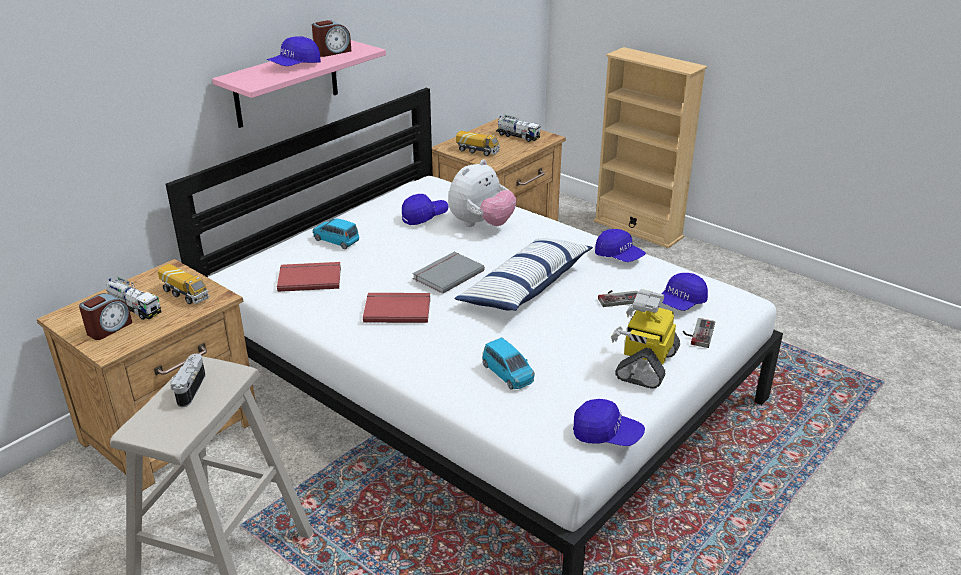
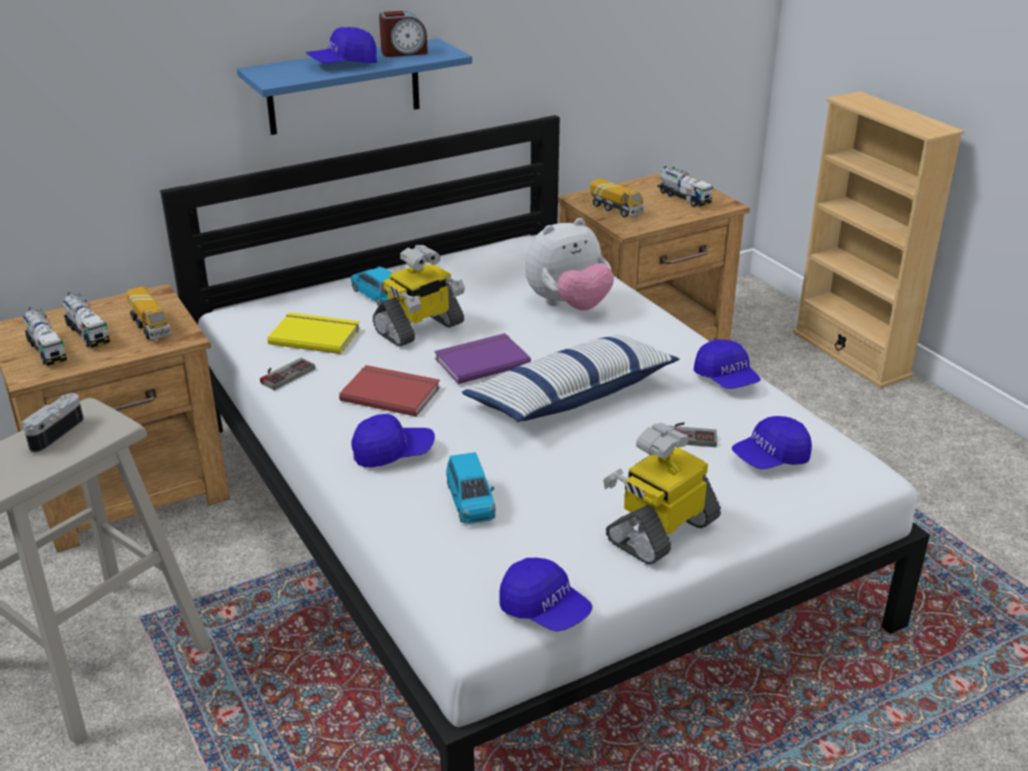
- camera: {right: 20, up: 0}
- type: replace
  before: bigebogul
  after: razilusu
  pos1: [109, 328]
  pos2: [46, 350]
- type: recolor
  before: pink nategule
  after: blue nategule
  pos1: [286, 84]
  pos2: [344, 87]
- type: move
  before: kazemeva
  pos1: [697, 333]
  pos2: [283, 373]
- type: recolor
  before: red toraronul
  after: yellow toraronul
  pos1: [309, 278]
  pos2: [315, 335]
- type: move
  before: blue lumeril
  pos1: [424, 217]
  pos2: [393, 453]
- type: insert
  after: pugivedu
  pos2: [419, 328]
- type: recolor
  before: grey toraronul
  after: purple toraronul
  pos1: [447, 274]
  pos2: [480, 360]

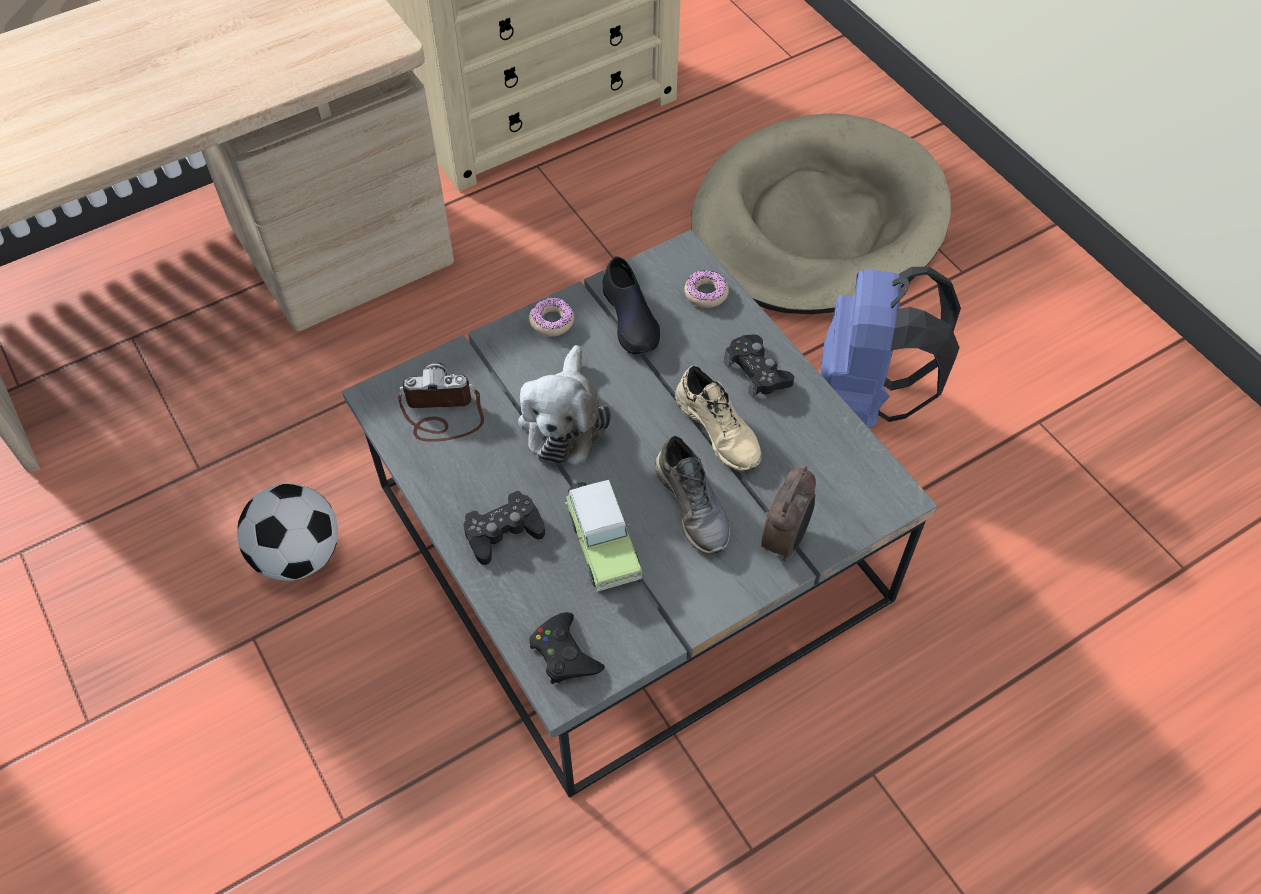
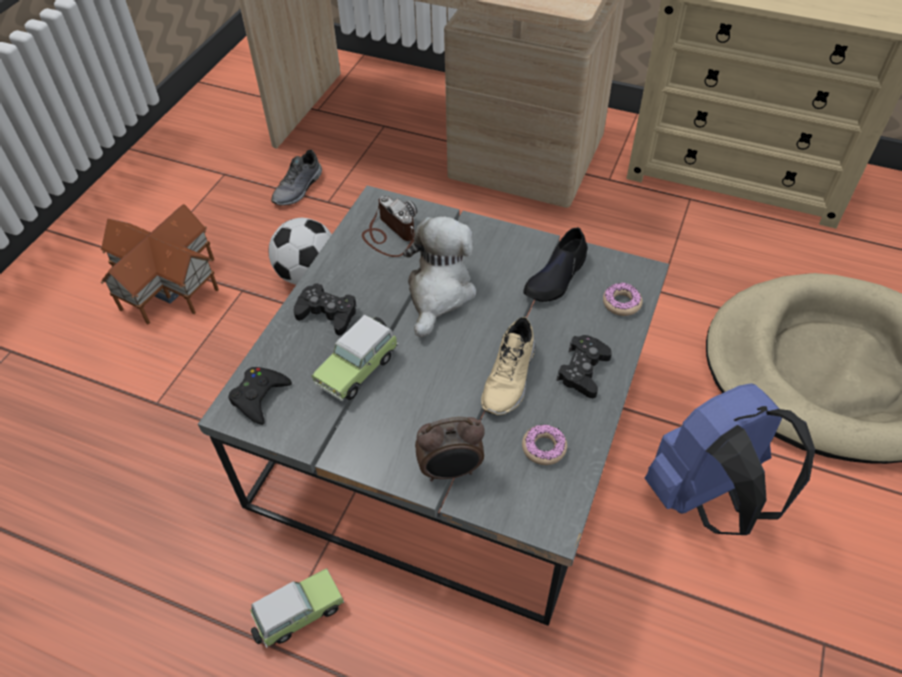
- camera: {right: 55, up: -5}
- type: insert
  after: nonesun
  pos2: [168, 283]
- type: insert
  after: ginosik
  pos2: [297, 614]
- type: move
  before: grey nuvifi
  pos1: [694, 505]
  pos2: [299, 189]
- type: rotate
  before: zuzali
  pos1: [564, 421]
  pos2: [439, 293]
  turn: 135
- type: move
  before: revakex
  pos1: [552, 321]
  pos2: [544, 448]

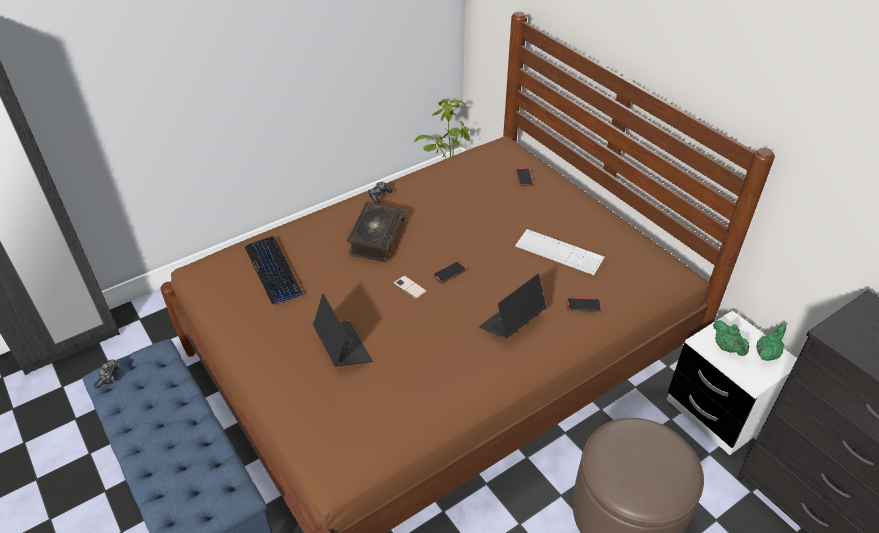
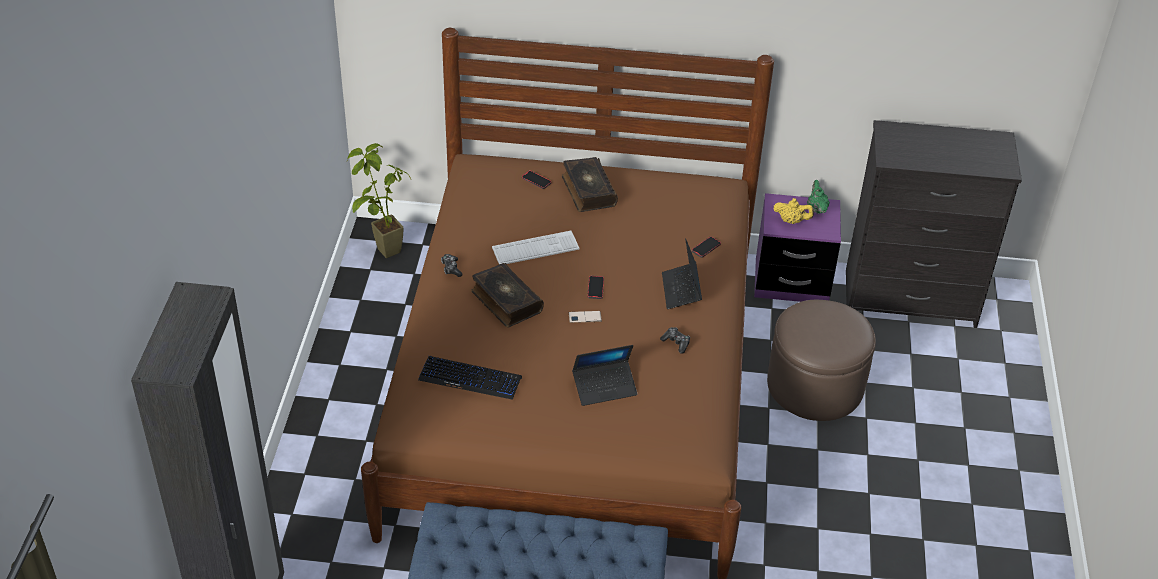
- camera: {right: -50, up: 0}
- type: move
  before: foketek
  pos1: [559, 252]
  pos2: [535, 249]
- type: insert
  after: toraronul
  pos2: [588, 191]
- type: rotate
  before: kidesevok
  pos1: [342, 347]
  pos2: [604, 387]
  turn: 150
- type: move
  before: kazemeva
  pos1: [109, 376]
  pos2: [676, 343]
- type: recolor
  before: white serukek
  after: purple serukek
  pos1: [717, 412]
  pos2: [791, 281]
- type: recolor
  before: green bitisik
  after: yellow bitisik
  pos1: [727, 348]
  pos2: [791, 221]

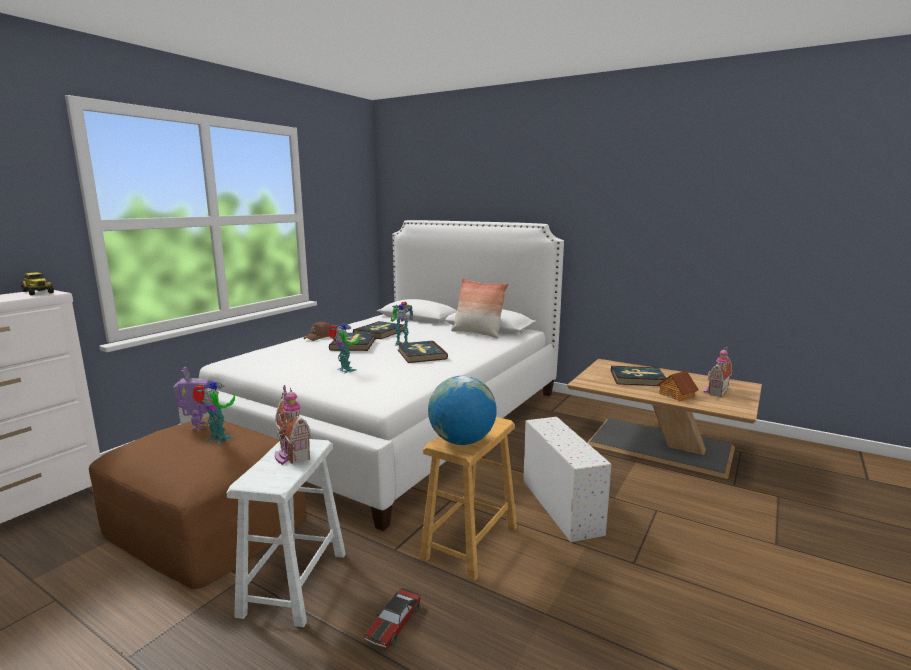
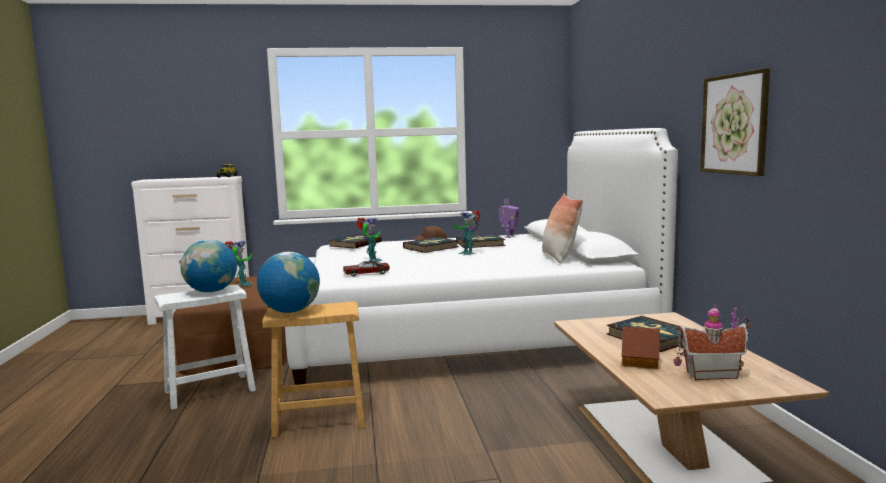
- camera: {right: 50, up: -5}
- type: replace
  before: nonesun
  after: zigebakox
  pos1: [291, 455]
  pos2: [211, 291]
- type: move
  before: toraronul
  pos1: [421, 354]
  pos2: [355, 244]
- type: move
  before: ginosik
  pos1: [394, 624]
  pos2: [366, 273]
- type: move
  before: pugivedu
  pos1: [196, 426]
  pos2: [509, 237]
- type: insert
  after: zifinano
  pos2: [734, 124]
- type: delete
  before: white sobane
  pos1: [560, 505]

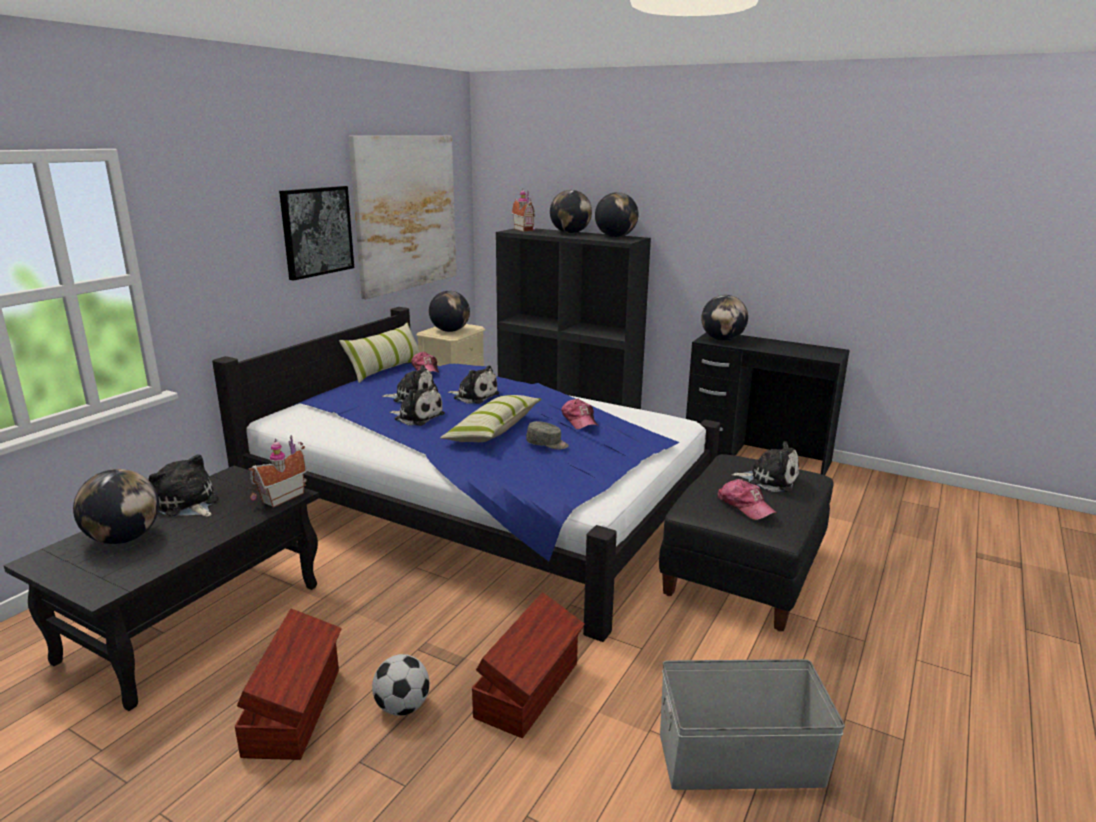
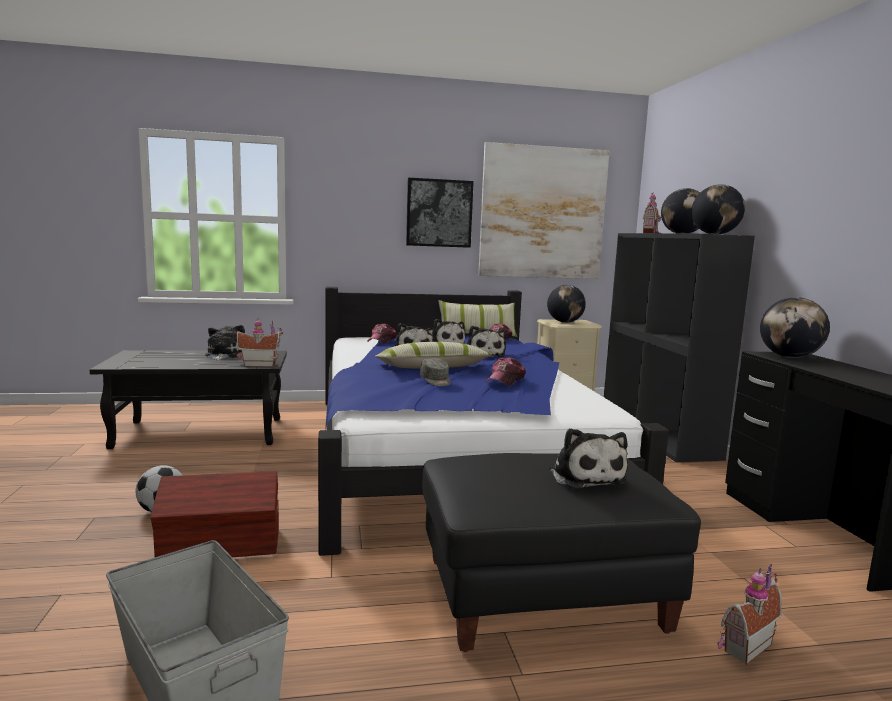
- camera: {right: 50, up: -10}
- type: move
  before: lumeril
  pos1: [745, 506]
  pos2: [382, 340]
- type: insert
  after: nonesun
  pos2: [742, 646]
- type: delete
  before: zigebakox
  pos1: [124, 538]
- type: delete
  before: brown sobane
  pos1: [296, 710]

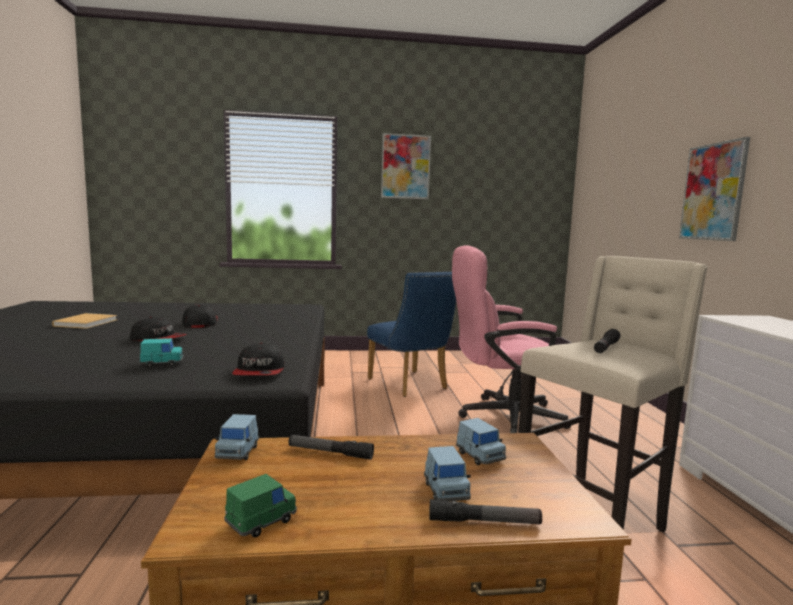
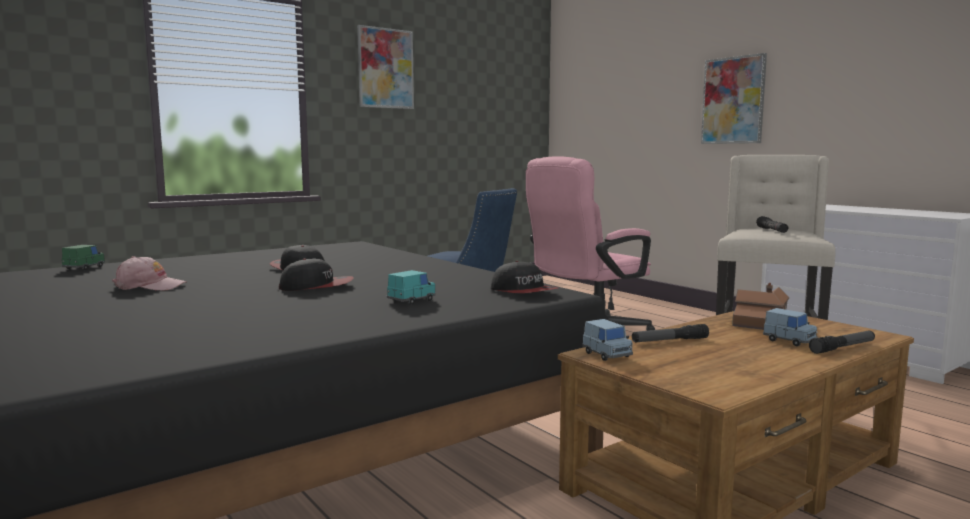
- camera: {right: -30, up: 0}
- type: move
  before: green ginosik
  pos1: [261, 521]
  pos2: [84, 268]
- type: replace
  before: beige toraronul
  after: pink lumeril
  pos1: [87, 322]
  pos2: [149, 286]
- type: replace
  before: blue ginosik
  after: nonesun
  pos1: [480, 456]
  pos2: [760, 322]

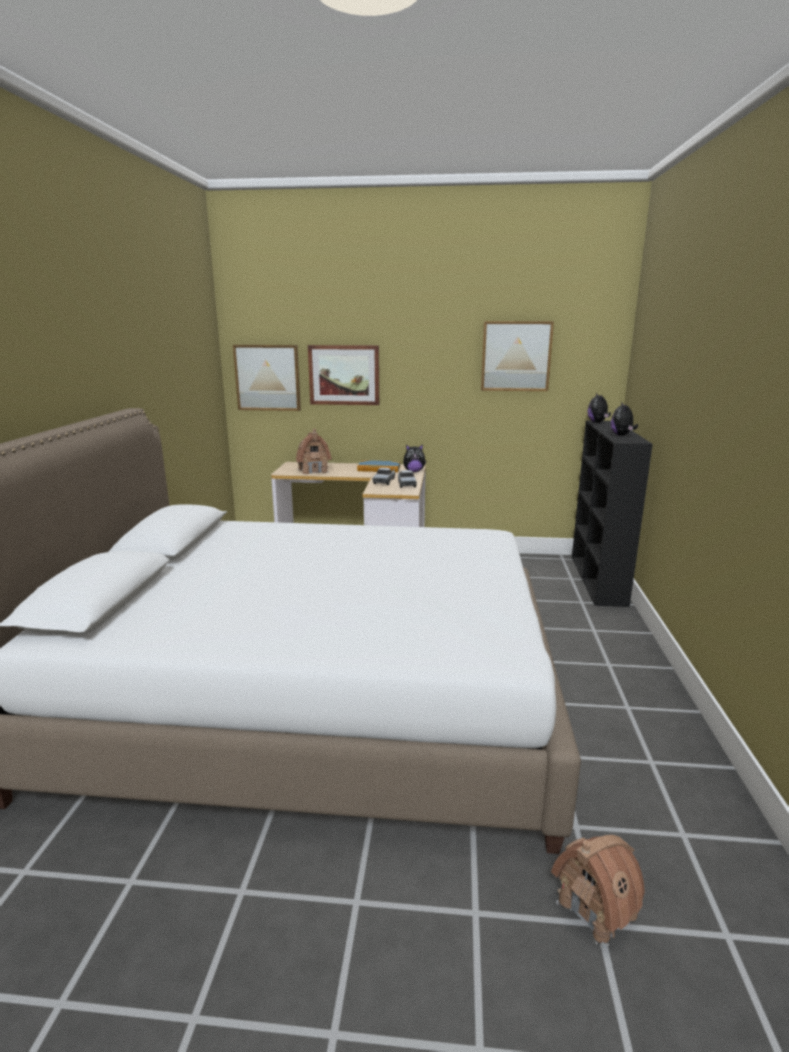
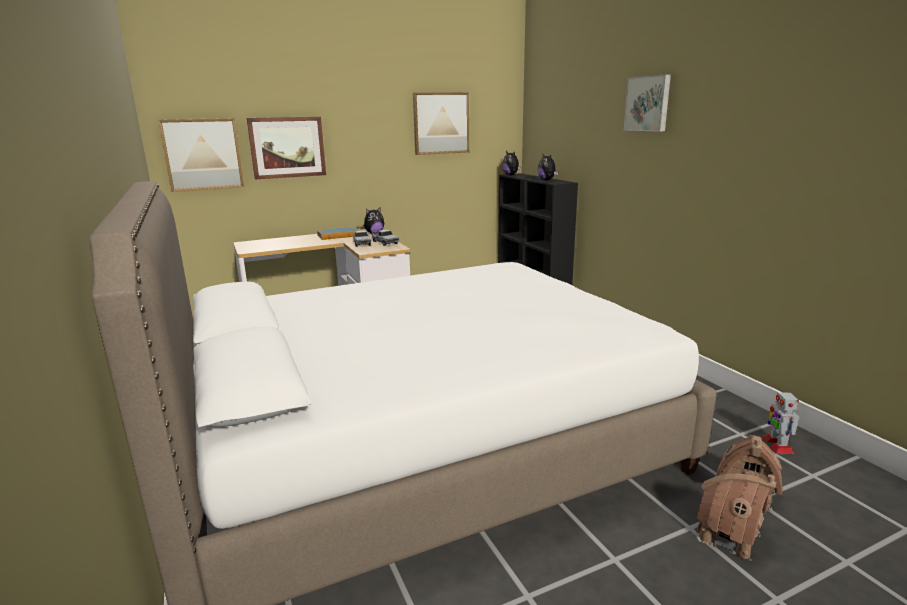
- camera: {right: -30, up: 0}
- type: insert
  after: zifinano
  pos2: [648, 103]
- type: move
  before: nonesun
  pos1: [313, 471]
  pos2: [729, 536]
- type: insert
  after: pugivedu
  pos2: [777, 444]

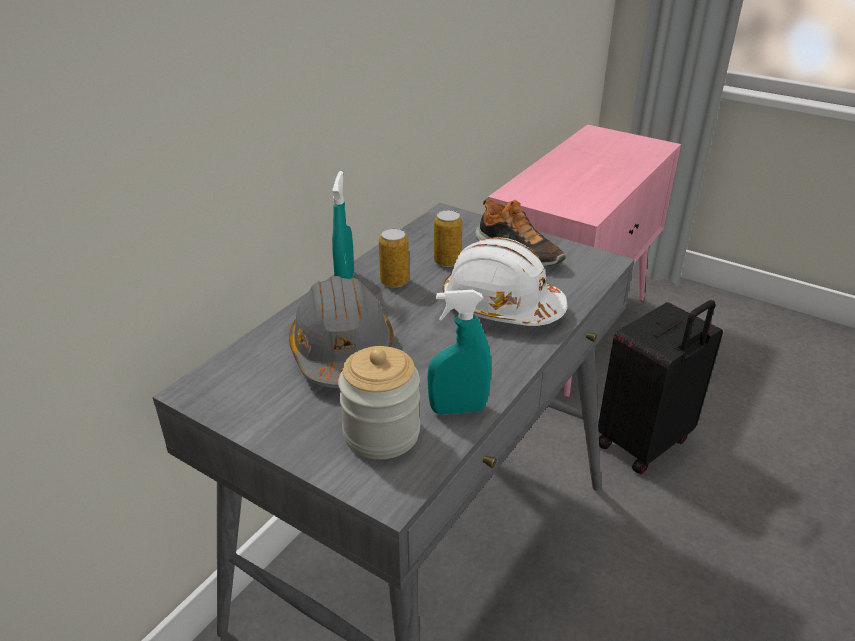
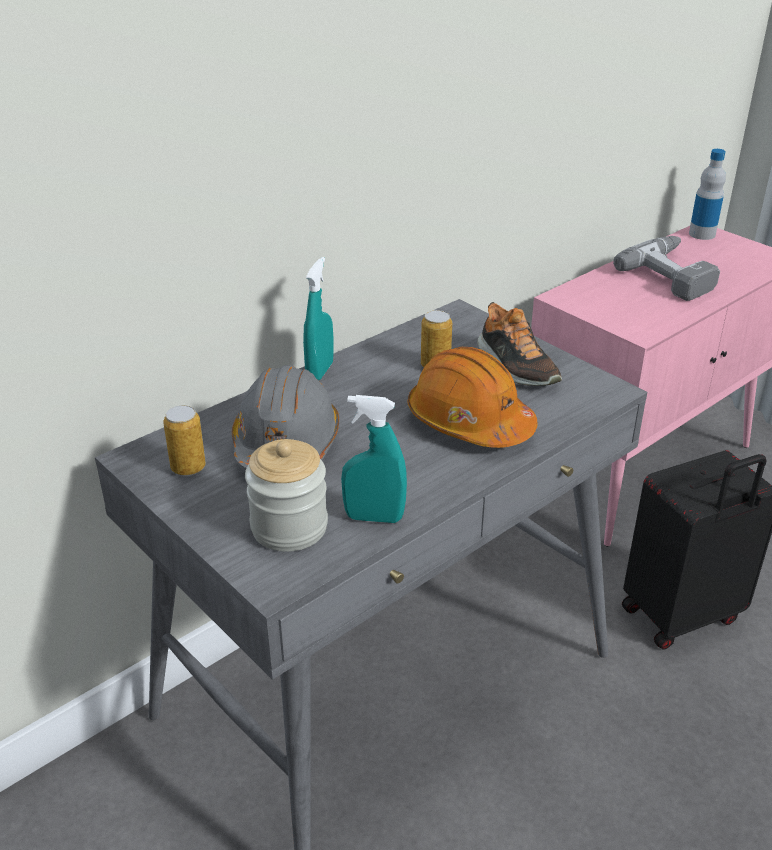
- camera: {right: 15, up: 0}
- type: move
  before: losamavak
  pos1: [394, 282]
  pos2: [188, 468]
- type: recolor
  before: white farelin
  after: orange farelin
  pos1: [501, 306]
  pos2: [469, 422]
- type: insert
  after: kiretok
  pos2: [675, 275]
- type: insert
  after: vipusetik
  pos2: [702, 234]

